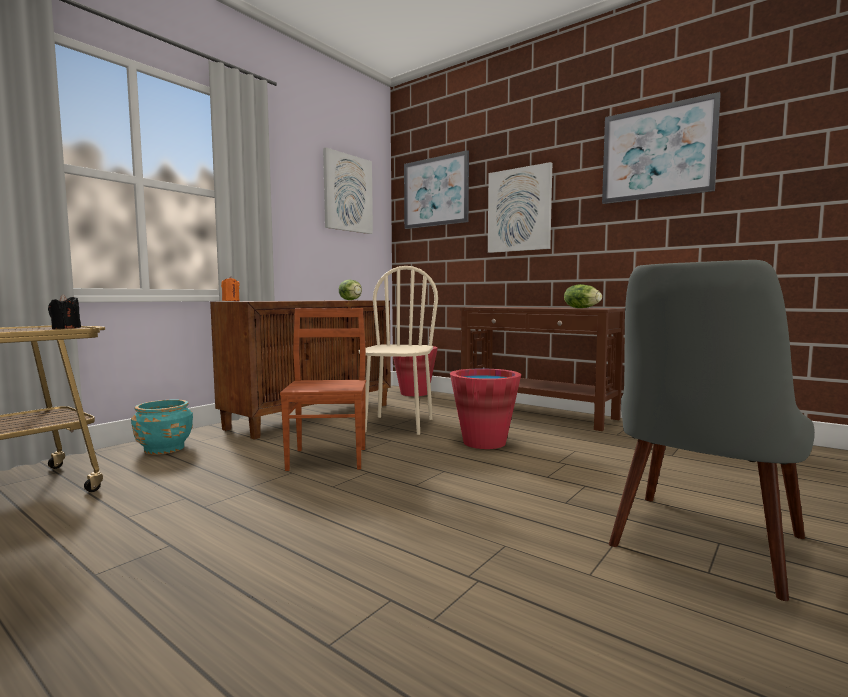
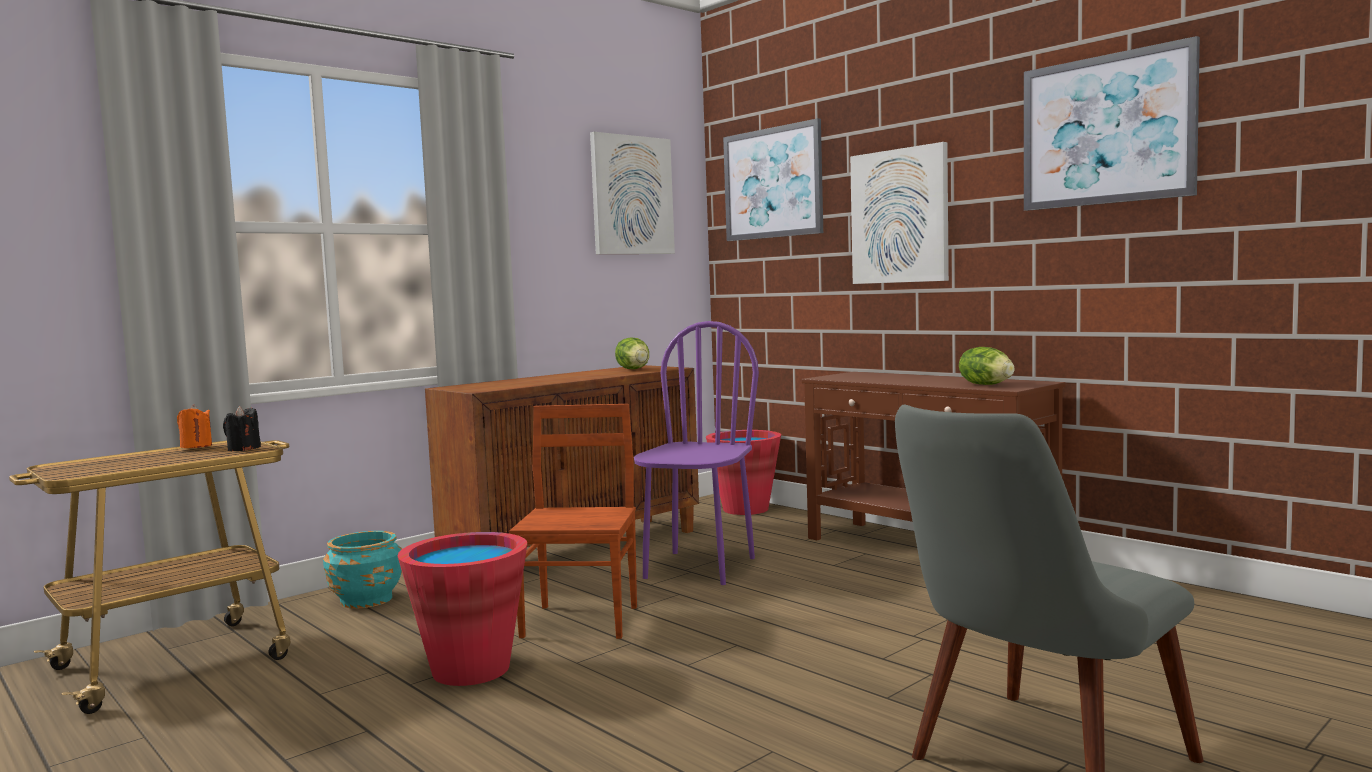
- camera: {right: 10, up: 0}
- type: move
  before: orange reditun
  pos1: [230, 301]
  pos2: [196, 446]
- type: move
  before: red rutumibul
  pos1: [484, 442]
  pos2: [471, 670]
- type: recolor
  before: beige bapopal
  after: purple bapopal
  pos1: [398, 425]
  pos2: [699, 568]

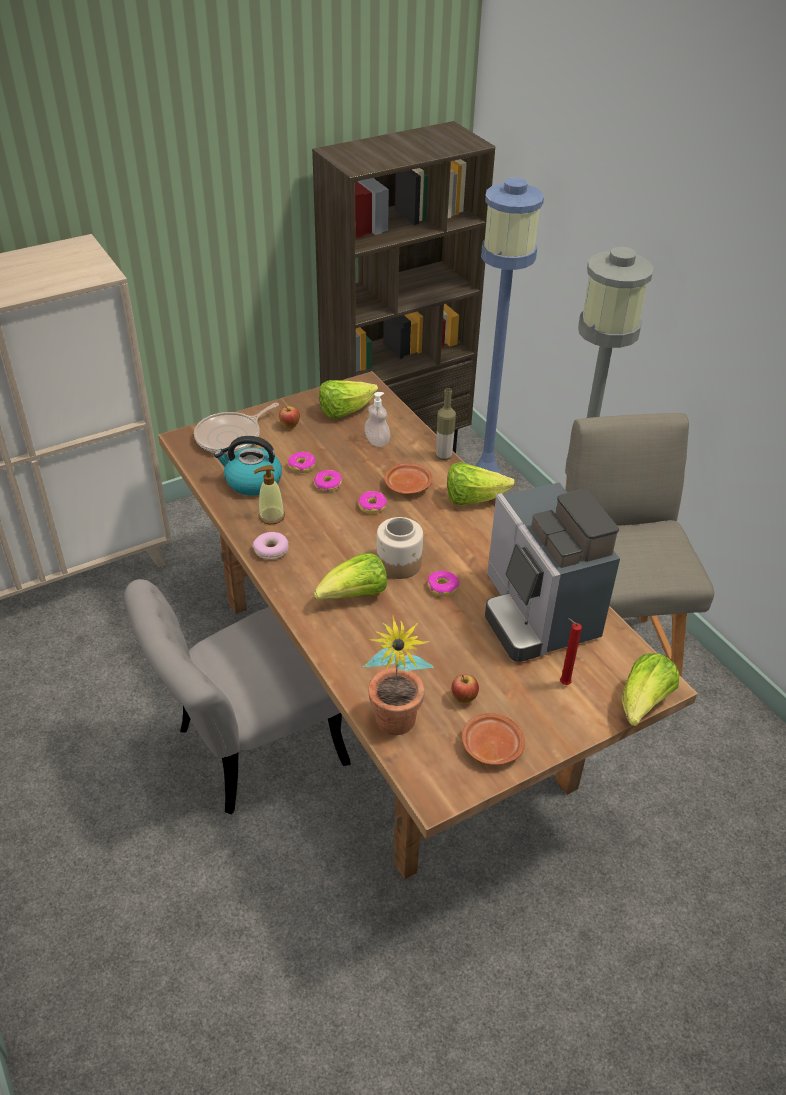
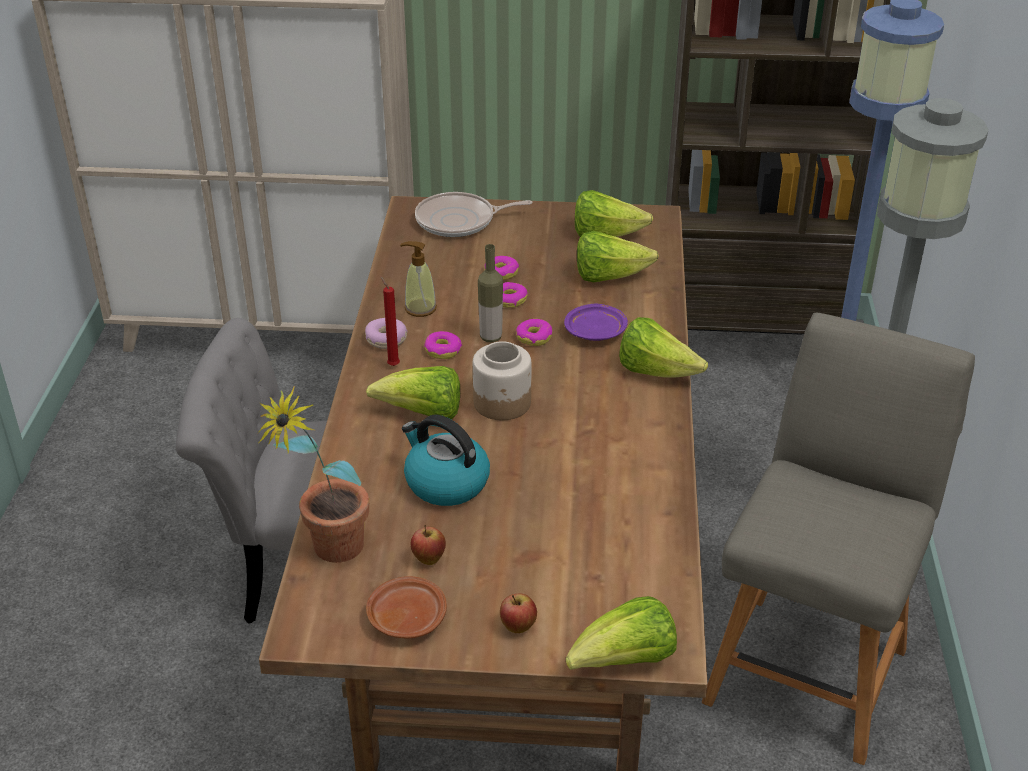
- camera: {right: 35, up: -5}
- type: move
  before: red reditun
  pos1: [563, 683]
  pos2: [392, 365]
- type: move
  before: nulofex
  pos1: [252, 481]
  pos2: [445, 483]
- type: move
  before: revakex
  pos1: [443, 587]
  pos2: [443, 350]
- type: move
  before: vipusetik
  pos1: [443, 456]
  pos2: [491, 337]
- type: move
  before: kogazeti
  pos1: [290, 426]
  pos2: [518, 627]
- type: recolor
  before: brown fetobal
  after: purple fetobal
  pos1: [408, 485]
  pos2: [596, 332]
- type: replace
  before: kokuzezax
  after: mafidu
  pos1: [377, 441]
  pos2: [608, 276]
- type: delete
  before: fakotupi
  pos1: [537, 614]

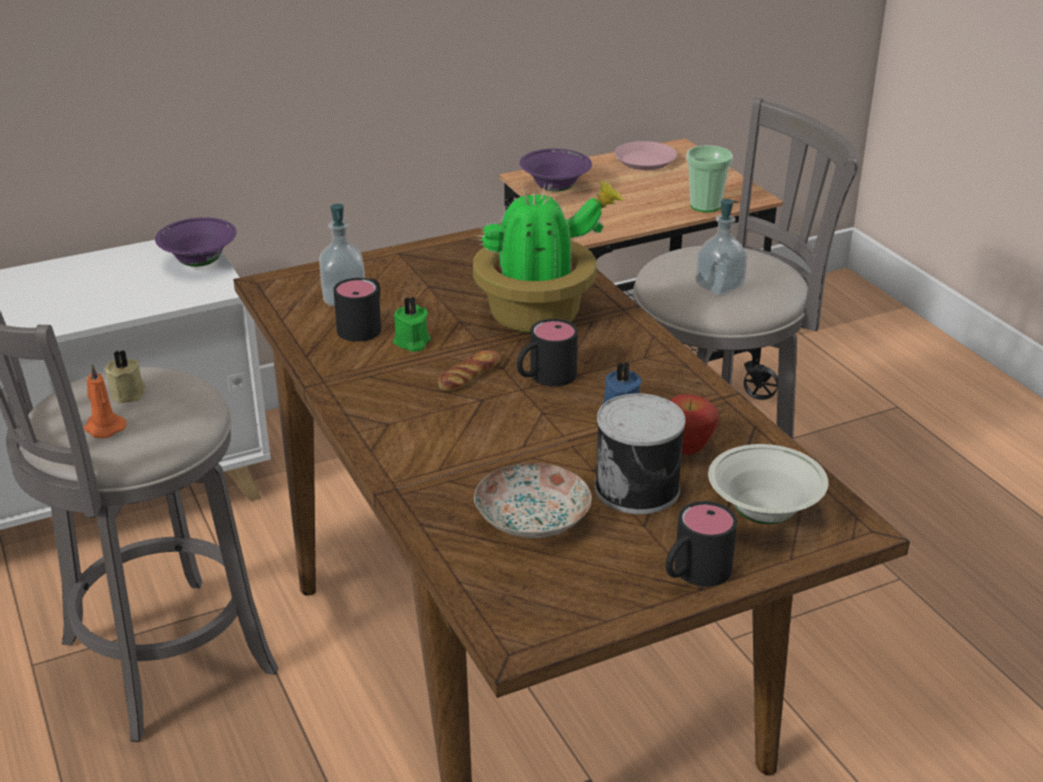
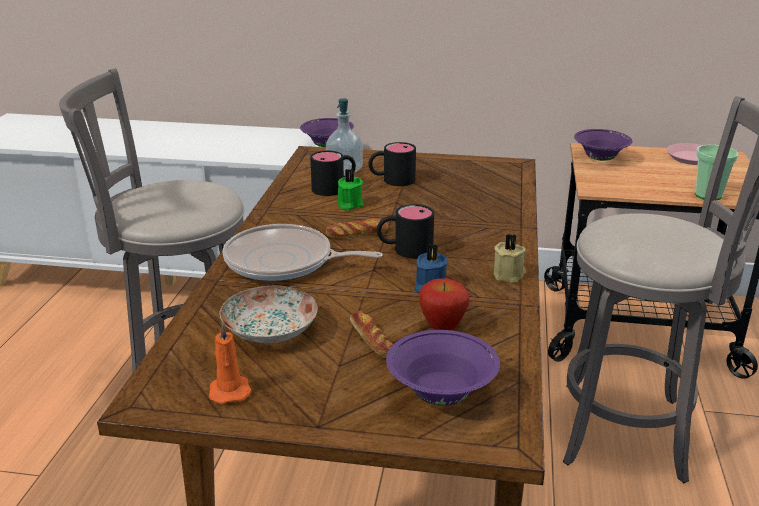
- camera: {right: 35, up: -5}
- type: move
  before: orange reditun
  pos1: [103, 427]
  pos2: [229, 390]
- type: insert
  after: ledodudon
  pos2: [284, 262]
- type: replace
  before: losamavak
  after: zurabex
  pos1: [639, 487]
  pos2: [371, 339]
- type: move
  before: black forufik
  pos1: [693, 574]
  pos2: [391, 180]
- type: recolor
  before: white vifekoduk
  after: purple vifekoduk
  pos1: [764, 514]
  pos2: [441, 395]
- type: move
  before: beige reditun
  pos1: [129, 393]
  pos2: [509, 274]
- type: delete
  before: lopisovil
  pos1: [539, 315]
- type: delete
  before: kokuzezax
  pos1: [719, 287]

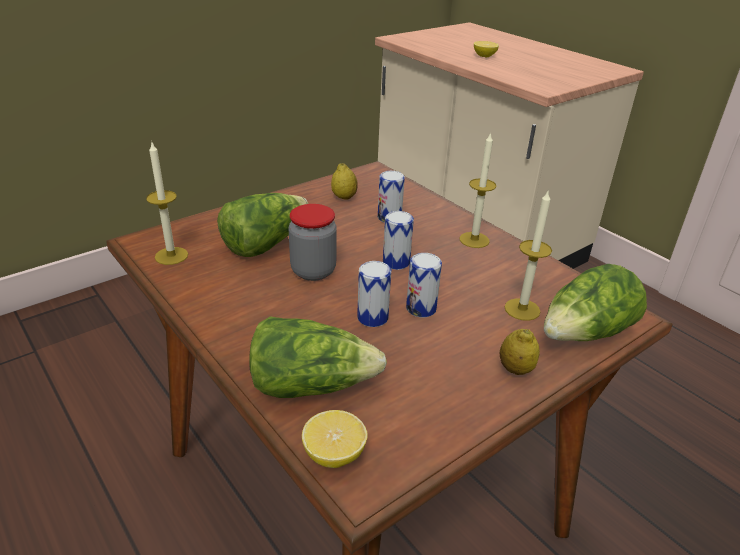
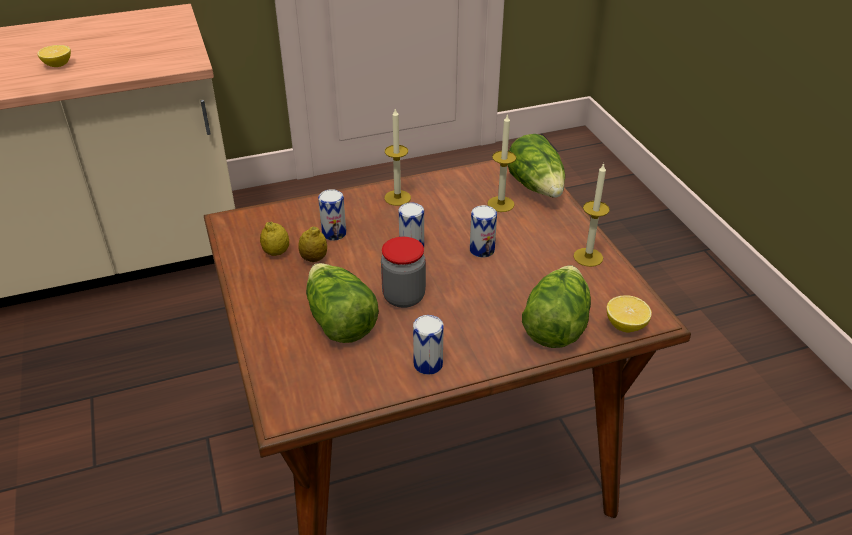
- camera: {right: -70, up: 5}
- type: move
  before: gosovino
  pos1: [515, 369]
  pos2: [314, 259]
- type: move
  before: losamavak
  pos1: [372, 317]
  pos2: [428, 364]
- type: move
  before: reditun
  pos1: [171, 256]
  pos2: [588, 257]

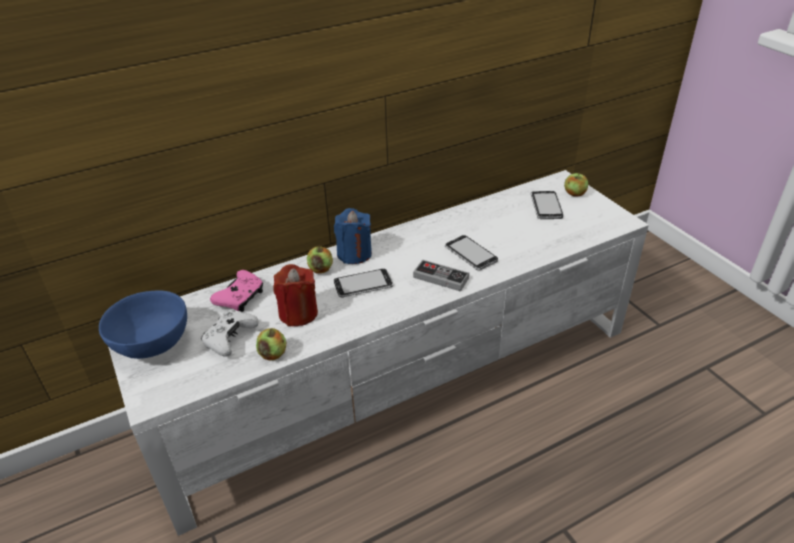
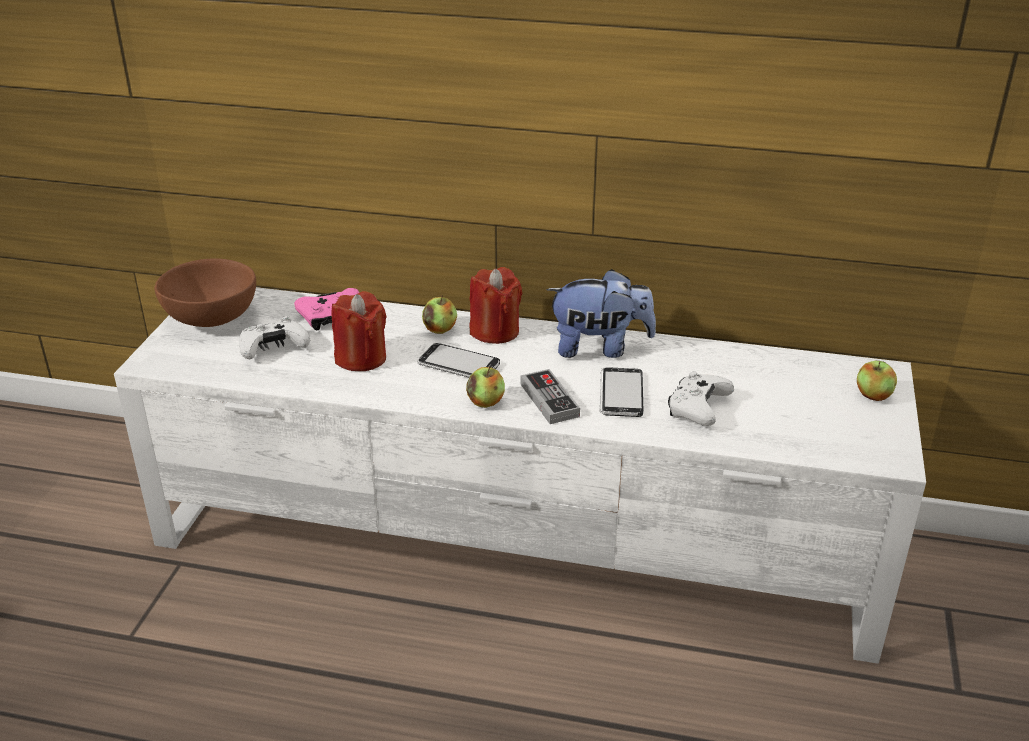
- camera: {right: 40, up: -5}
- type: recolor
  before: blue vifekoduk
  after: brown vifekoduk
  pos1: [150, 345]
  pos2: [208, 319]
- type: move
  before: kogazeti
  pos1: [273, 354]
  pos2: [486, 402]
- type: recolor
  before: blue reditun
  after: red reditun
  pos1: [354, 254]
  pos2: [495, 331]
- type: insert
  after: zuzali
  pos2: [599, 348]
- type: insert
  after: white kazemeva
  pos2: [697, 409]
- type: delete
  before: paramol
  pos1: [546, 206]

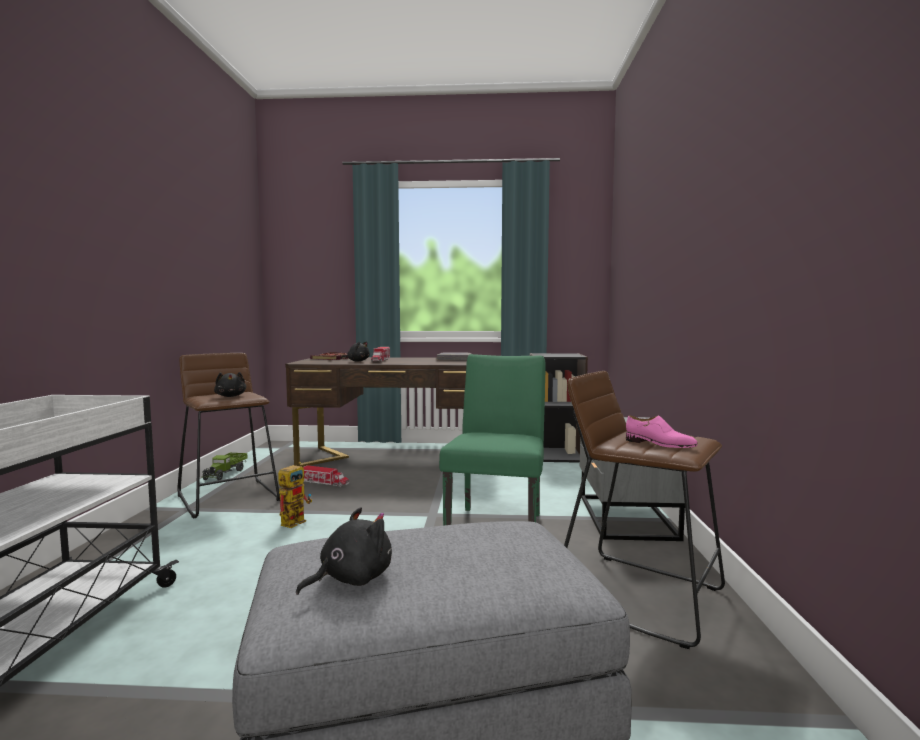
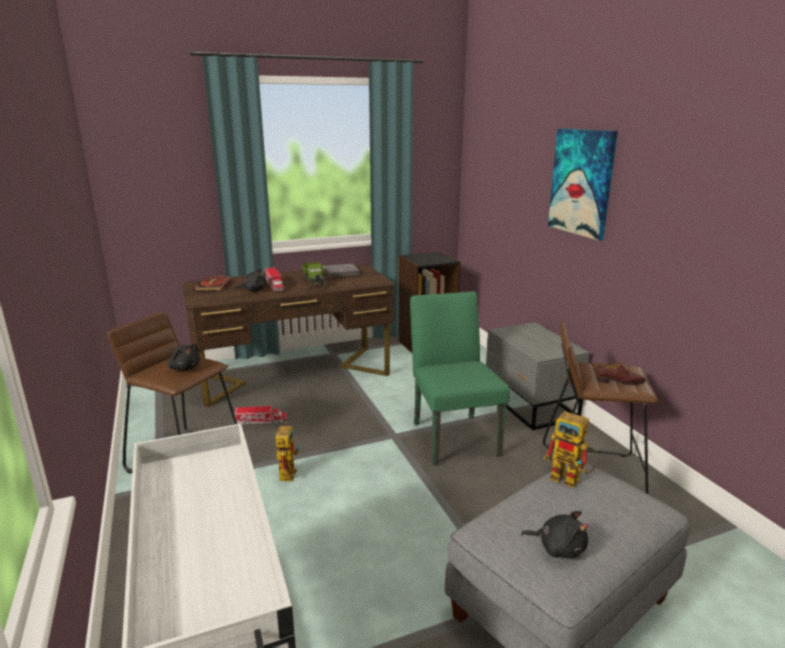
- camera: {right: -25, up: 15}
- type: move
  before: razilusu
  pos1: [226, 474]
  pos2: [315, 281]
- type: rotate
  before: black zuzali
  pos1: [351, 579]
  pos2: [558, 547]
  turn: 90
- type: insert
  after: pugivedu
  pos2: [571, 479]
- type: insert
  after: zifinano
  pos2: [581, 182]
- type: recolor
  before: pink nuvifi
  after: brown nuvifi
  pos1: [660, 444]
  pos2: [620, 382]

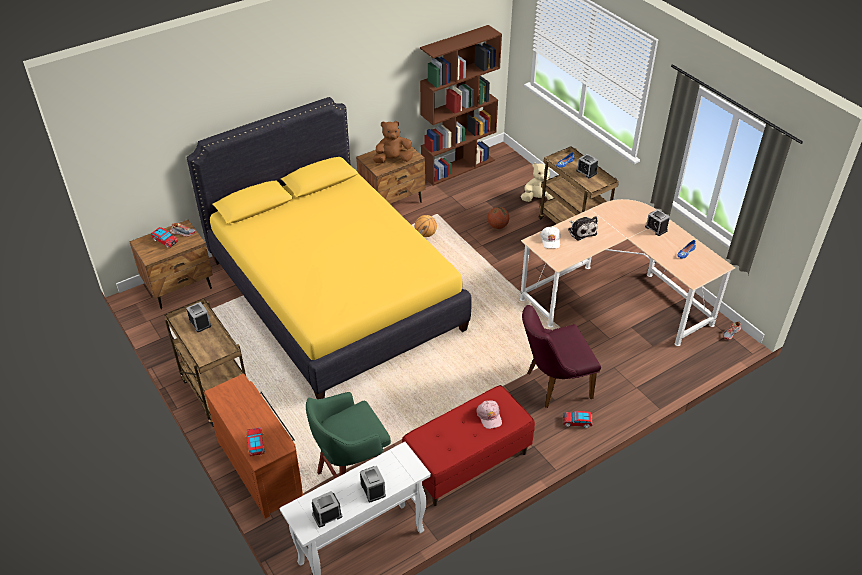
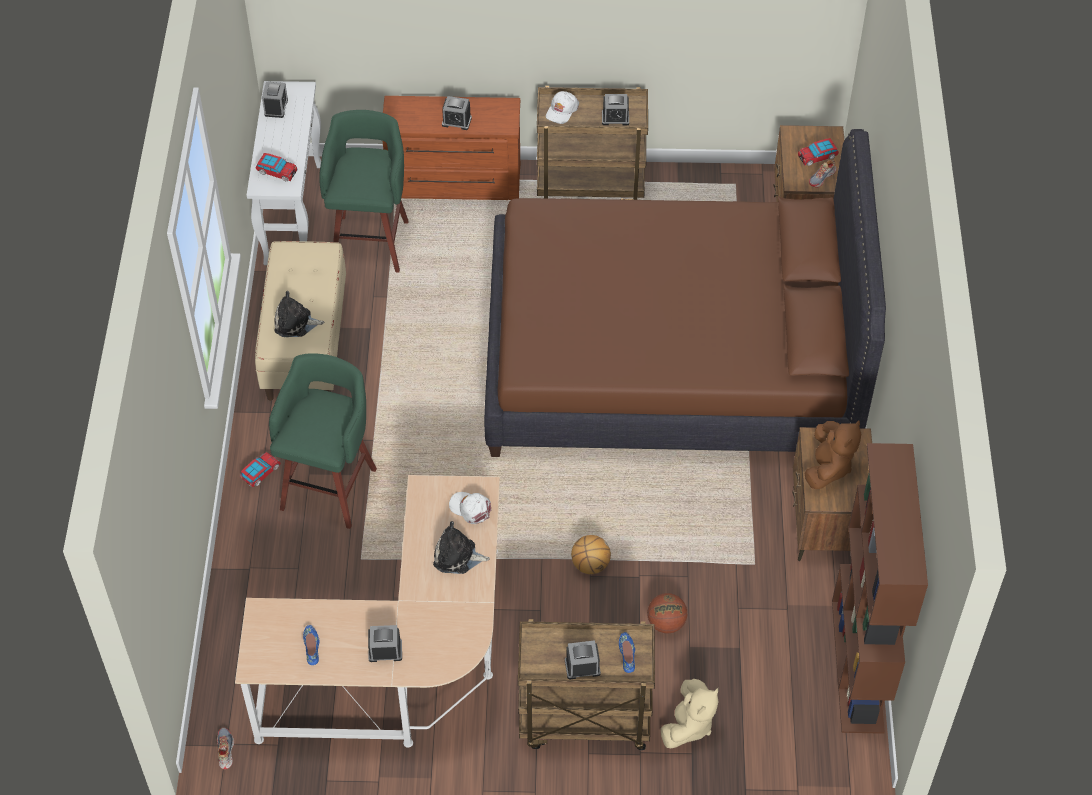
- camera: {right: 125, up: 10}
- type: recolor
  before: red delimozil
  after: beige delimozil
  pos1: [467, 462]
  pos2: [305, 343]
- type: move
  before: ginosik
  pos1: [256, 444]
  pos2: [276, 172]
- type: replace
  before: purple bapopal
  after: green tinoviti
  pos1: [552, 385]
  pos2: [330, 486]
- type: replace
  before: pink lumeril
  after: zuzali
  pos1: [489, 416]
  pos2: [295, 323]
- type: move
  before: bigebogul
  pos1: [373, 489]
  pos2: [456, 121]
- type: recolor
  before: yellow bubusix
  after: brown bubusix
  pos1: [334, 294]
  pos2: [670, 359]
- type: insert
  after: white lumeril
  pos2: [562, 110]
- type: move
  before: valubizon
  pos1: [426, 234]
  pos2: [590, 565]

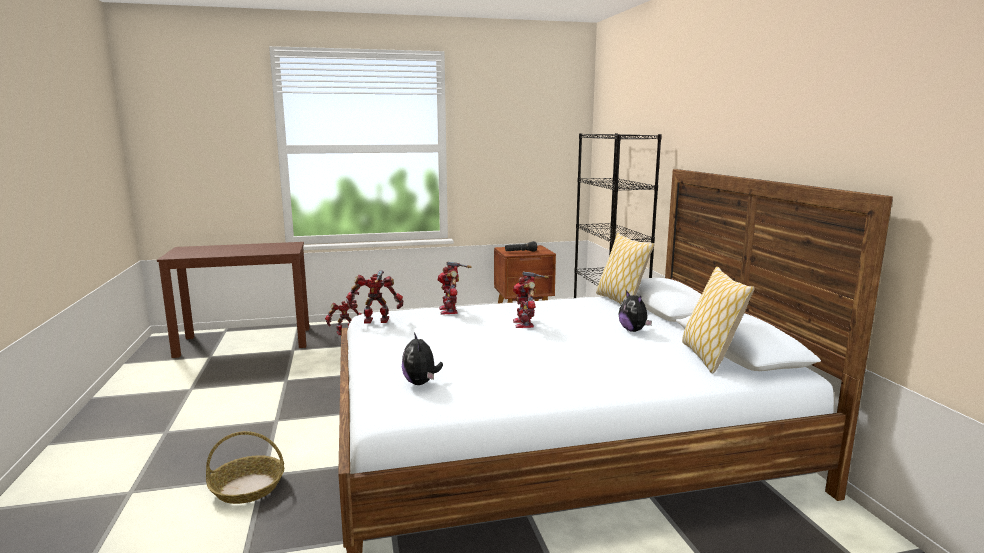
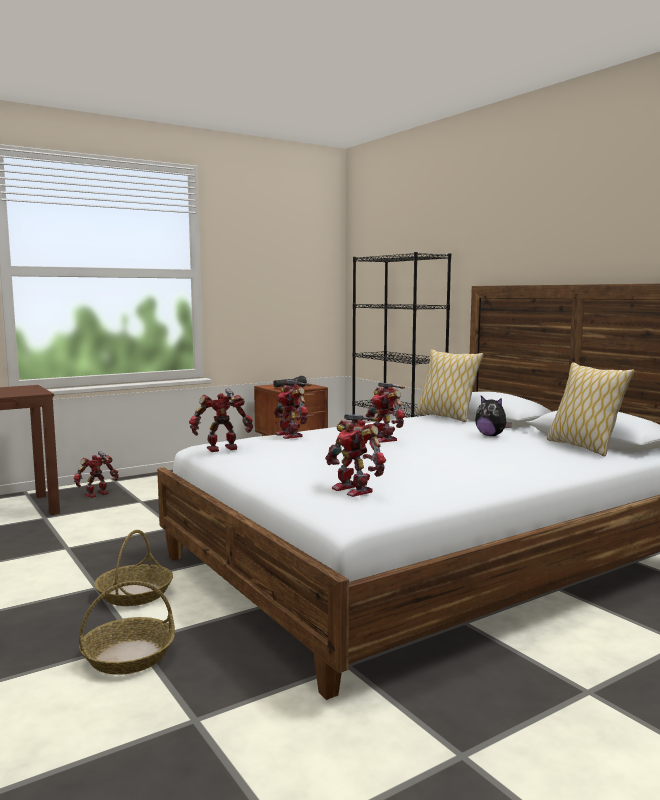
- camera: {right: -20, up: -5}
- type: insert
  after: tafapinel
  pos2: [134, 593]
- type: replace
  before: zuzali
  after: pugivedu
  pos1: [421, 383]
  pos2: [354, 490]

